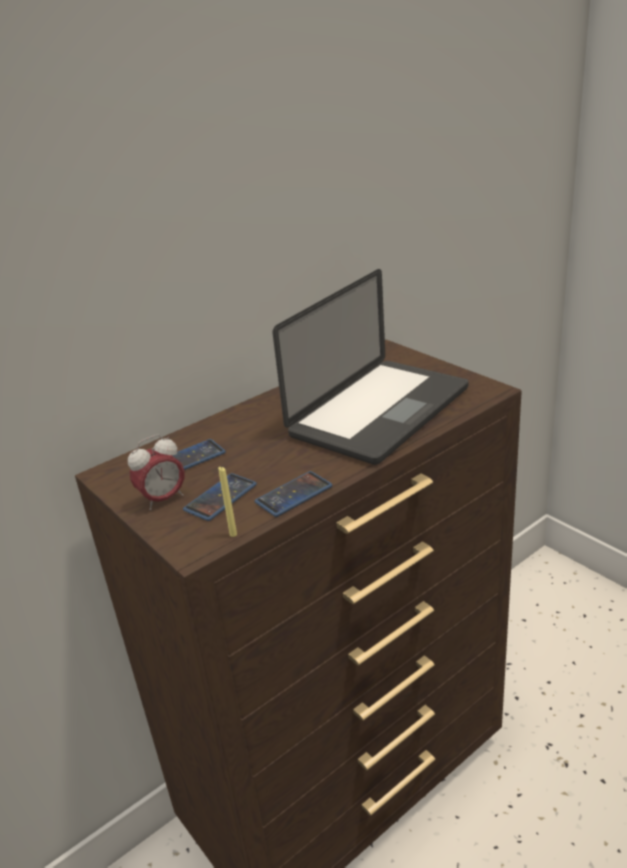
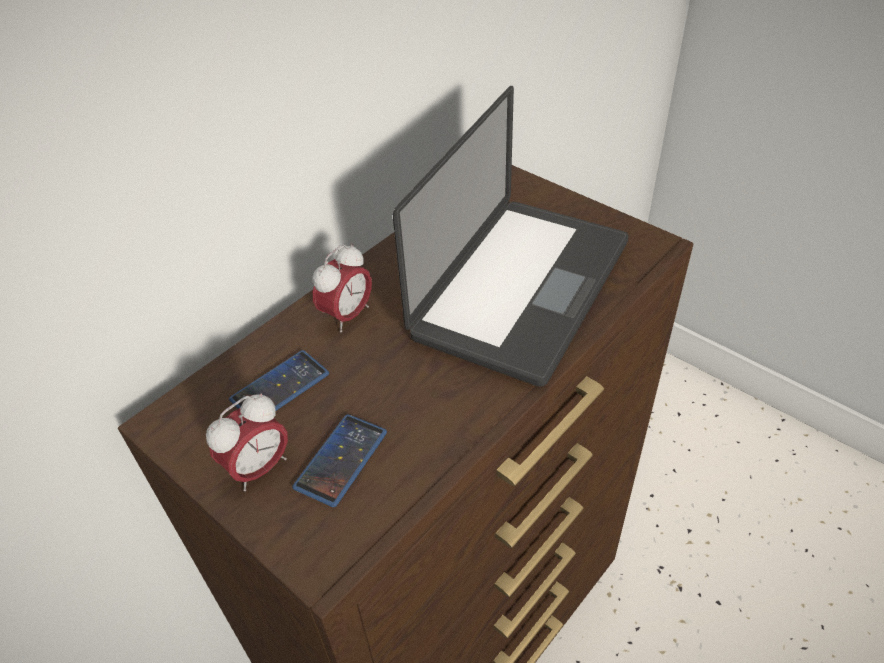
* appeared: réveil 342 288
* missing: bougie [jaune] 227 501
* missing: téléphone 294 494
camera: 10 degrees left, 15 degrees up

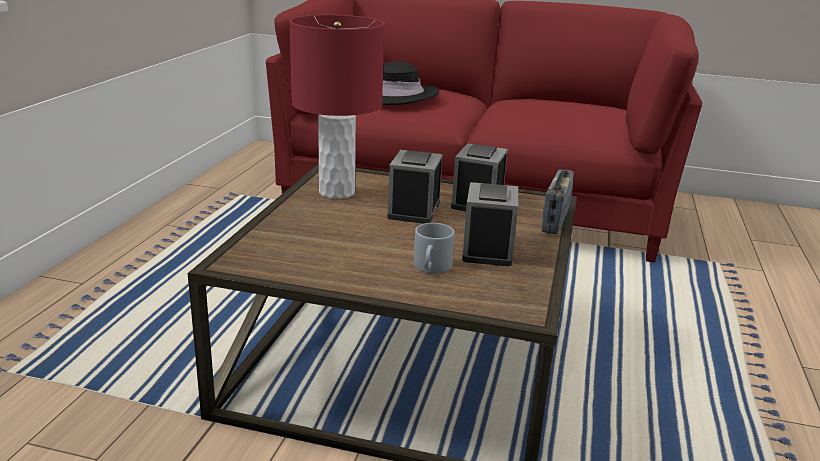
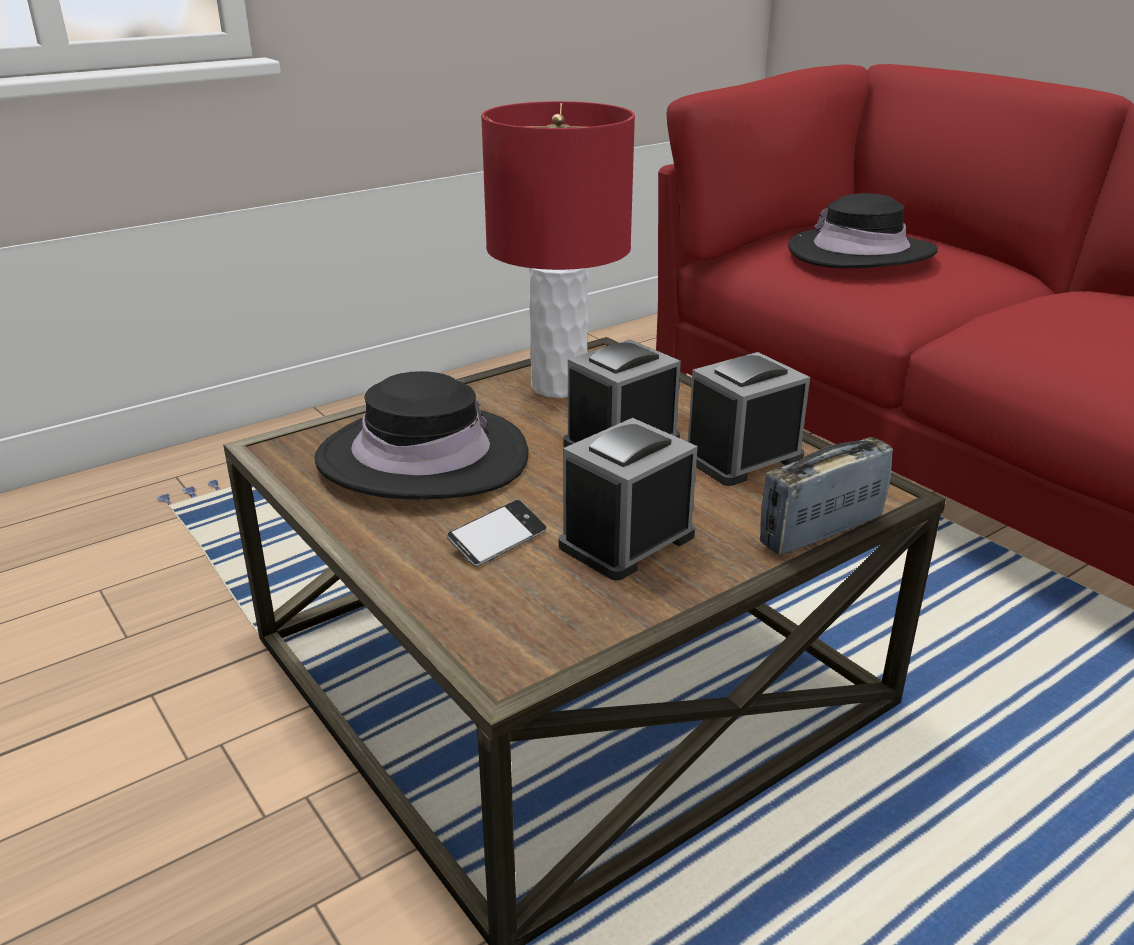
* appeared: chapeau [noir] 422 435
* exchanged: mug [gris] 434 248 to téléphone 497 533
camera: 40 degrees right, 5 degrees up

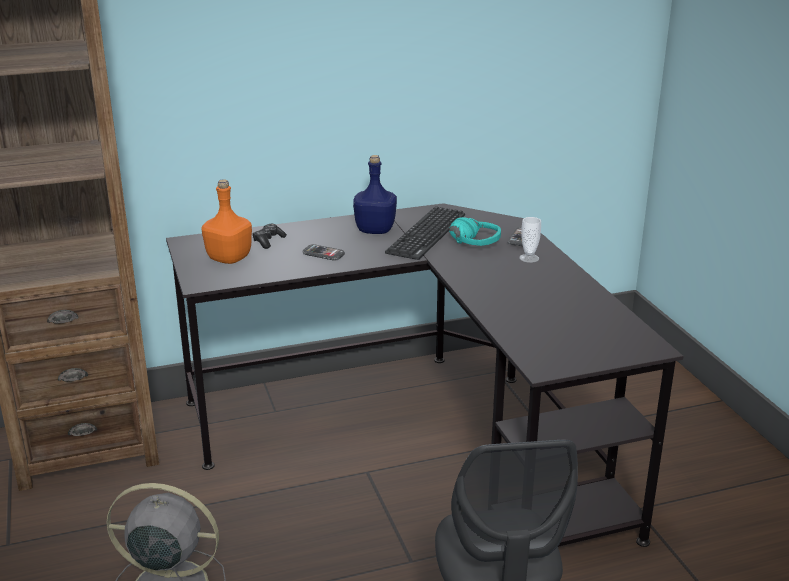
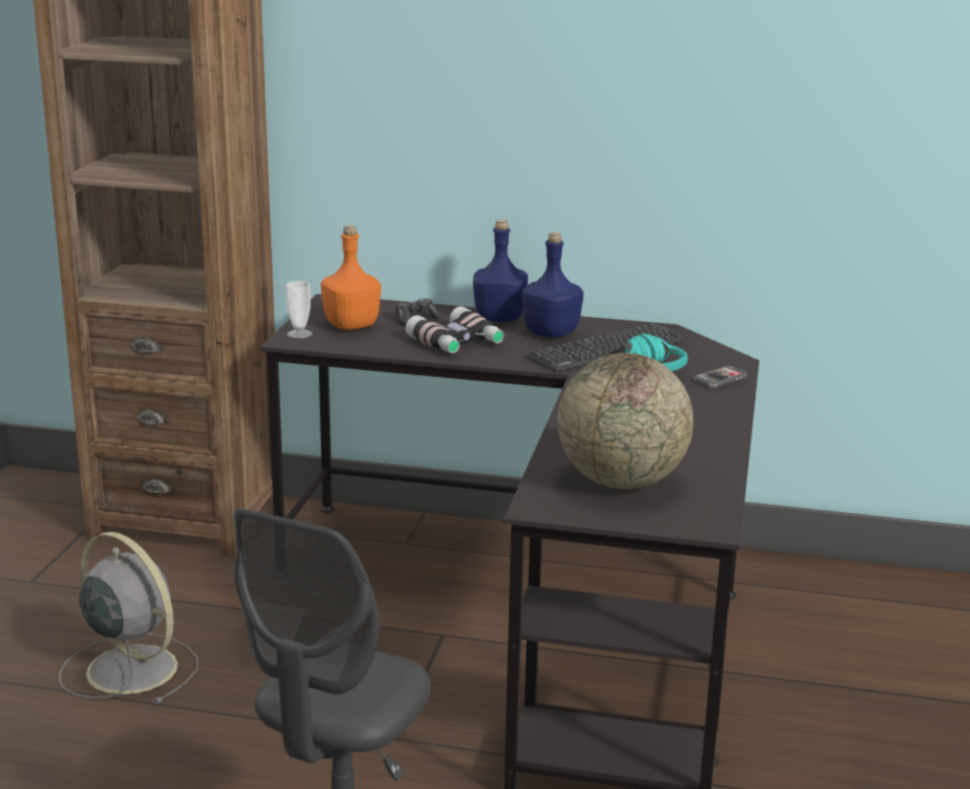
* relocated: tasse 530 240 to 299 309
* exchanged: téléphone 323 252 to jumelles 454 329
* appeared: bouteille [bleu] 500 271
* appeared: globe 626 421
camera: 30 degrees right, 5 degrees down

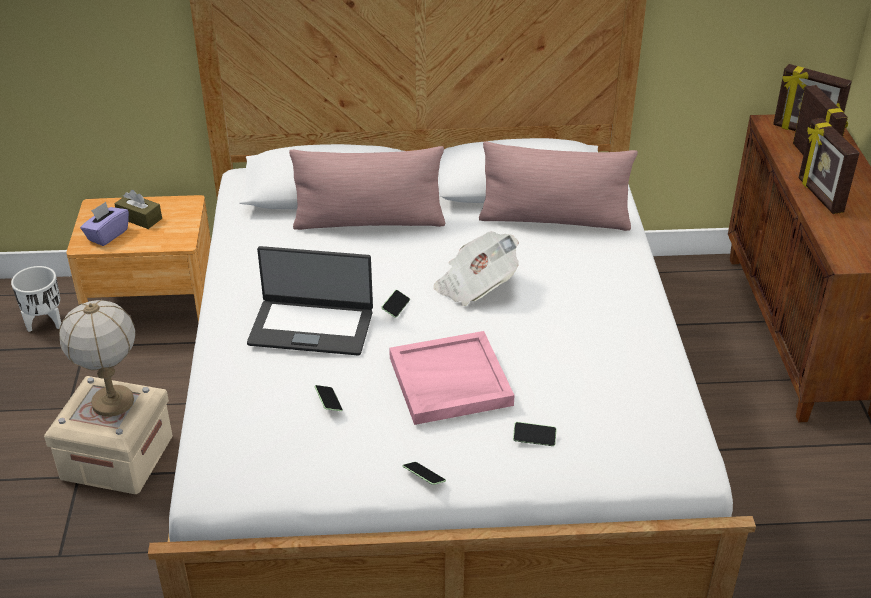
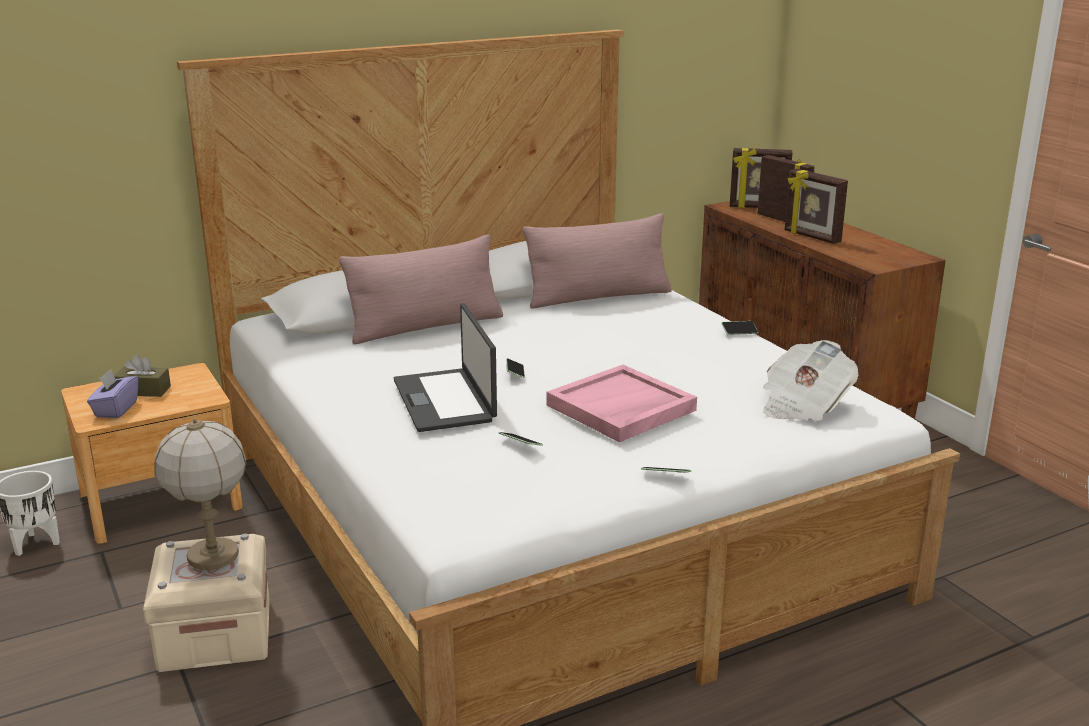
* spun: ordinateur portable 310 301 = 445 367 90 degrees clockwise
* relocated: téléphone 535 434 to 739 328
* relocated: journal 476 268 to 810 380
camera: 25 degrees left, 15 degrees down

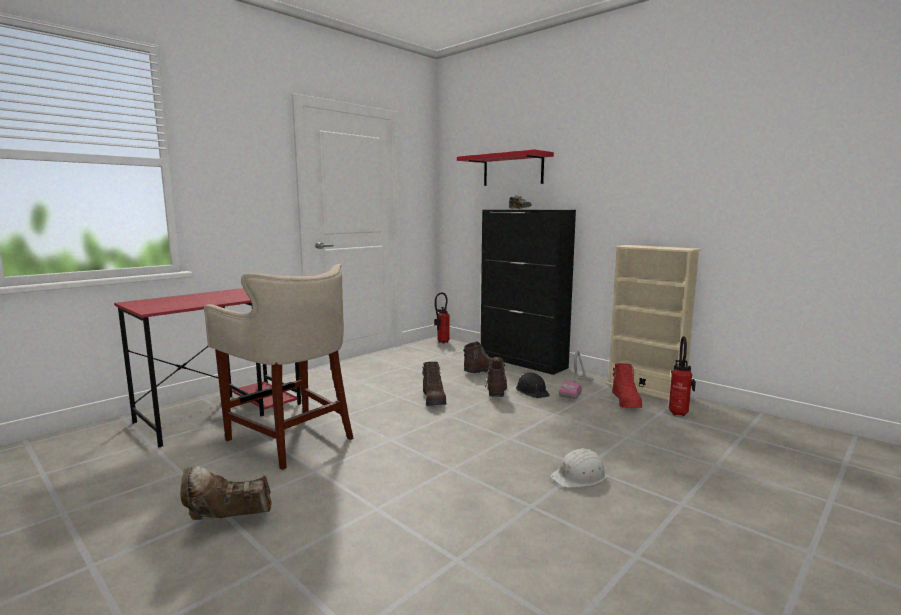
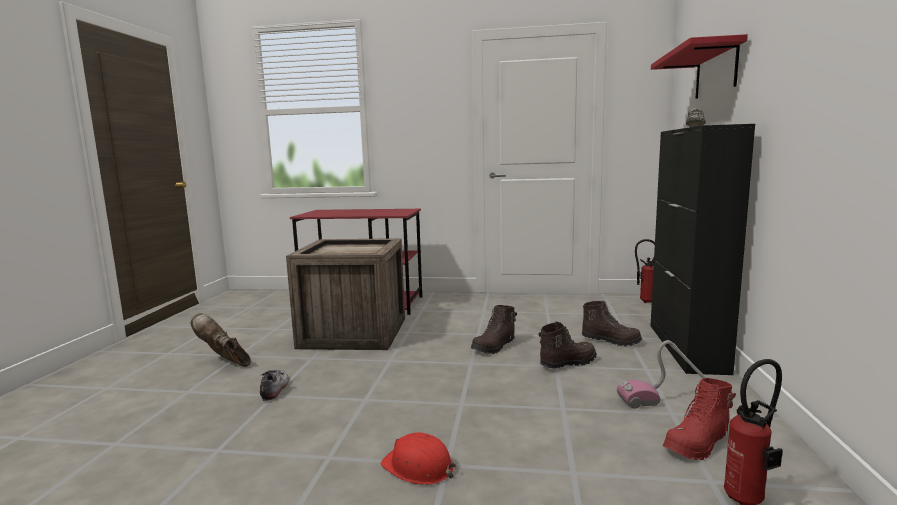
* appeared: chaussure 274 385
* exchanged: tabouret [beige] 279 367 to caisse 345 294
* colour: casque de chantier [blanc] 578 468 to casque de chantier [rouge] 419 458
* missing: casque de chantier [noir] 533 385
* missing: bibliothèque [beige] 653 322
camera: 55 degrees right, 0 degrees up

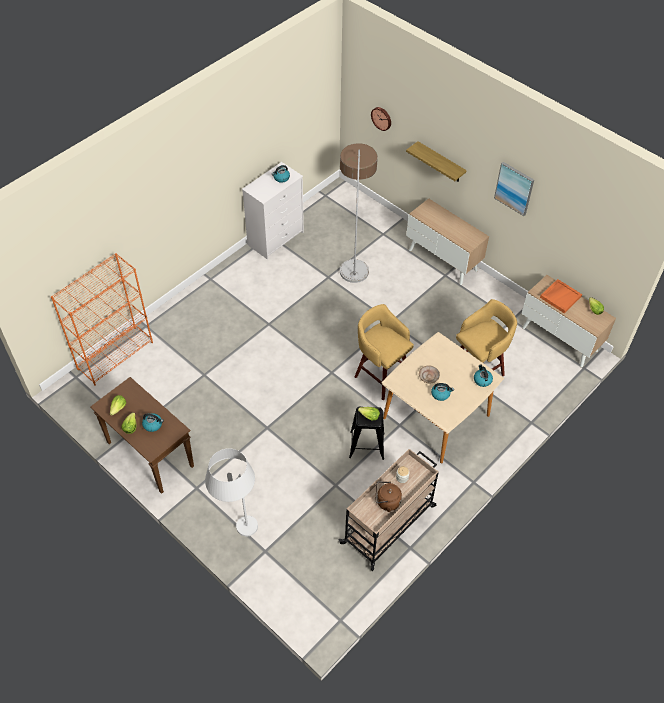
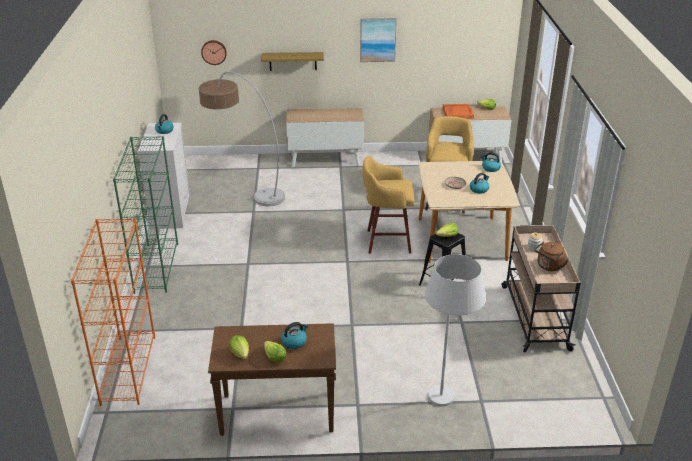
* appeared: bibliothèque [vert] 145 215
camera: 45 degrees left, 20 degrees down

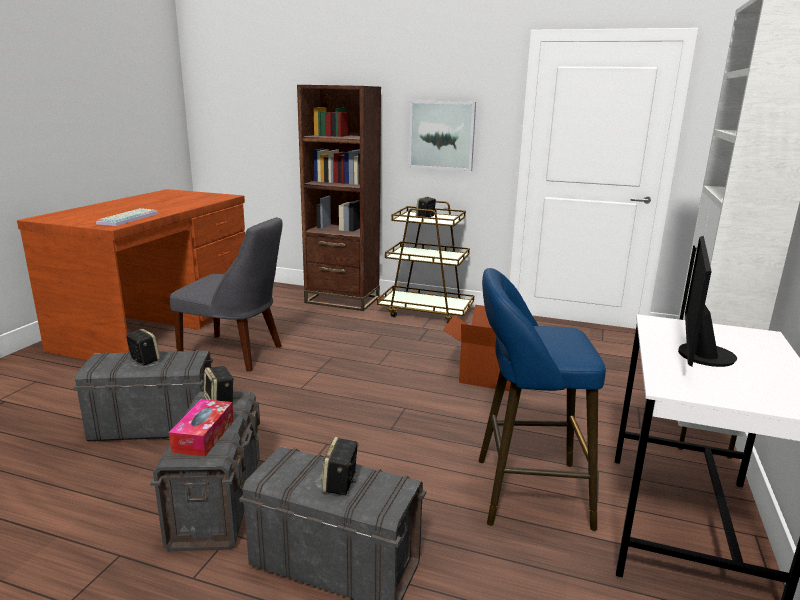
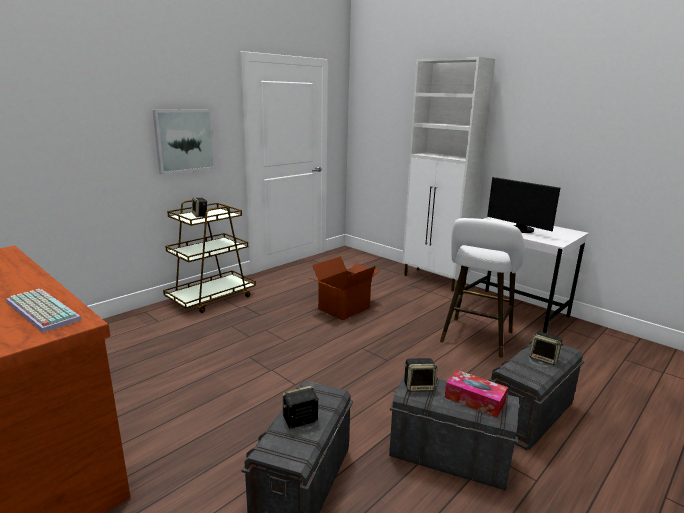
* colour: tabouret [bleu] 542 399 to tabouret [blanc] 482 288
* missing: chaise [gris] 226 294
* missing: bibliothèque [marron] 339 198
camera: 65 degrees left, 0 degrees up

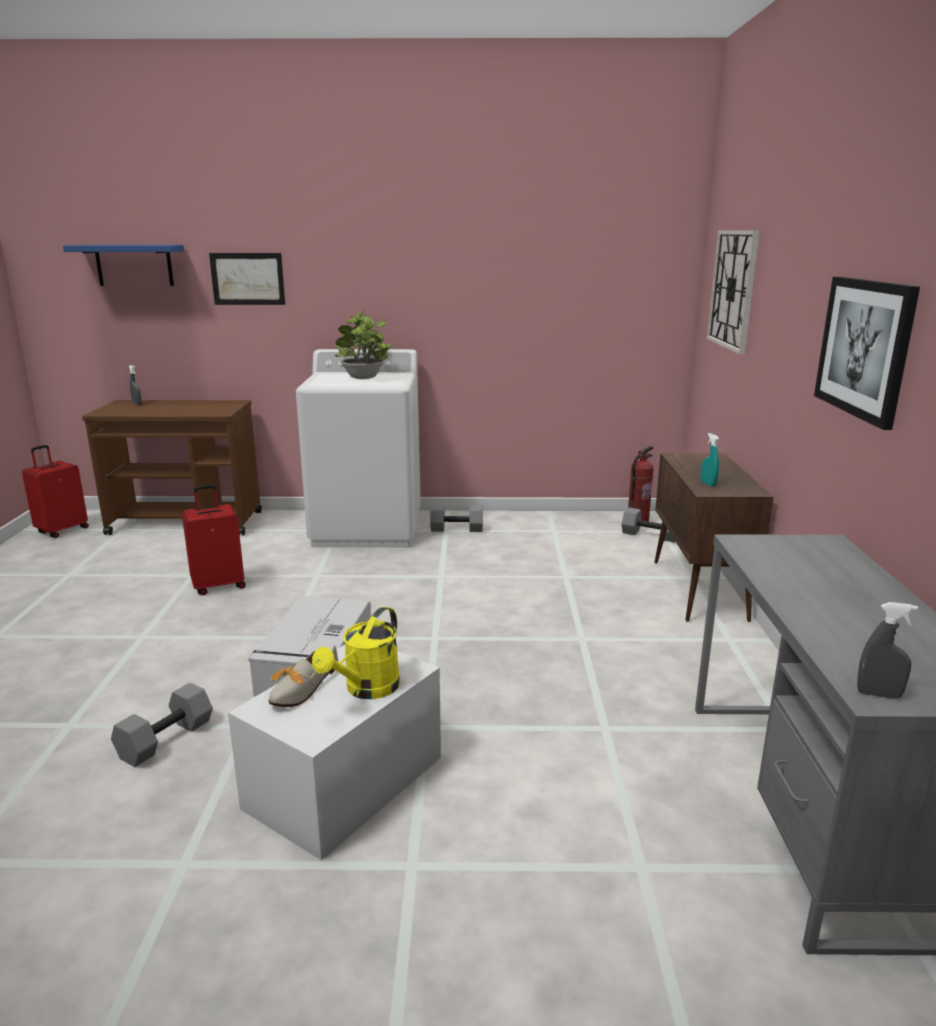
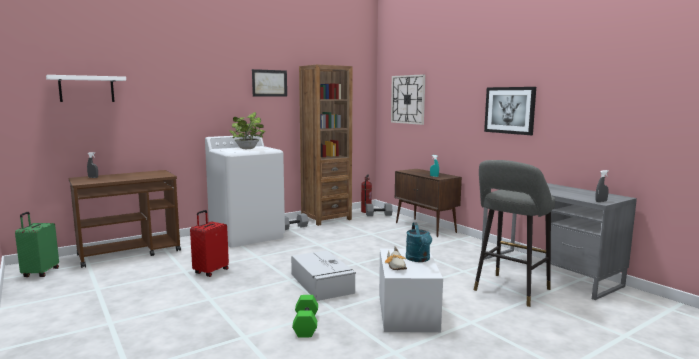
* colour: valise [rouge] 55 491 to valise [vert] 37 244
* colour: étagère [bleu] 123 265 to étagère [blanc] 86 88
* relocated: tableau 247 279 to 269 83
* colour: haltère [gris] 162 725 to haltère [vert] 305 316
* appeared: bibliothèque [marron] 326 145
* colour: arrosoir [jaune] 356 652 to arrosoir [turquoise] 419 242
* appeared: tabouret [gris] 514 233
camera: 35 degrees left, 10 degrees down

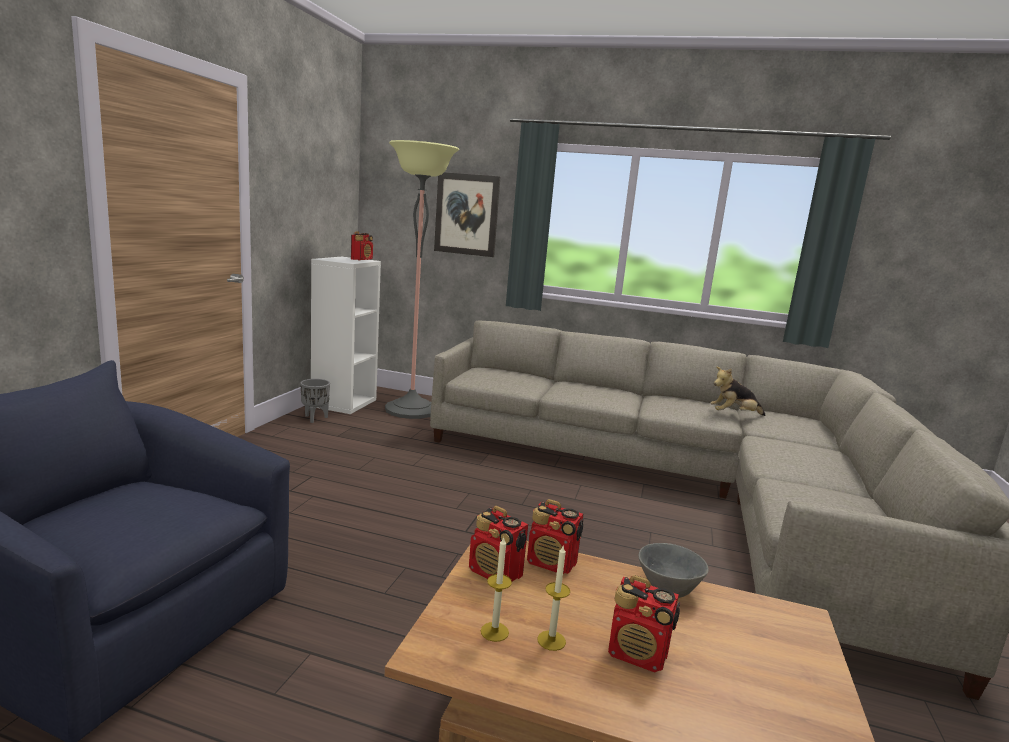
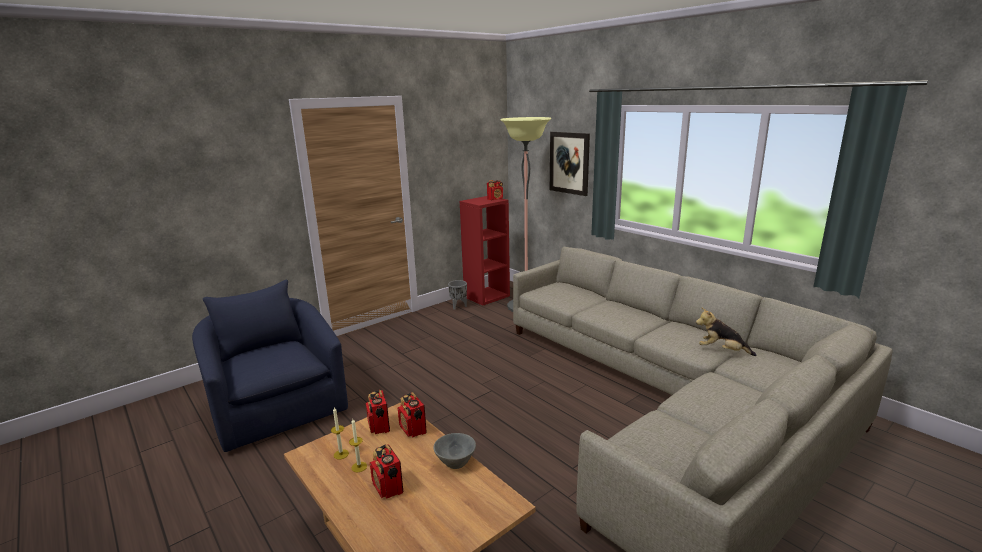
* colour: bibliothèque [blanc] 346 335 to bibliothèque [rouge] 485 251
camera: 35 degrees right, 5 degrees up

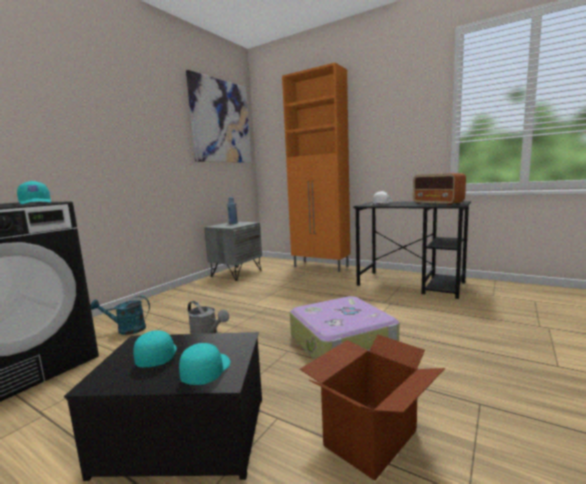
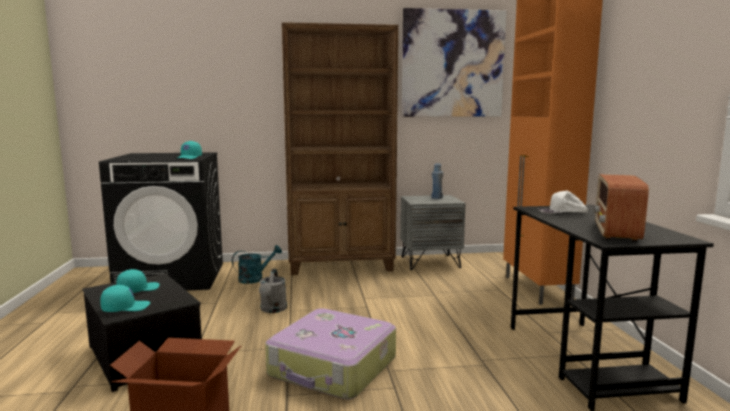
* spun: arrosoir [turquoise] 120 315 = 257 264 105 degrees clockwise
* appeared: bibliothèque [marron] 340 148
camera: 50 degrees right, 0 degrees up

